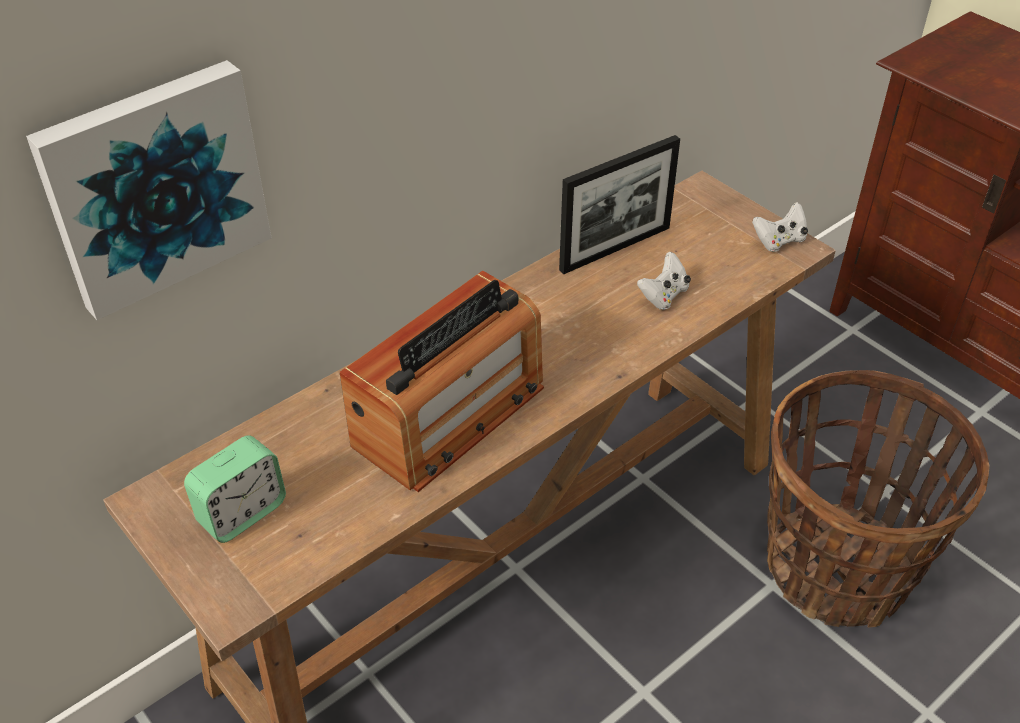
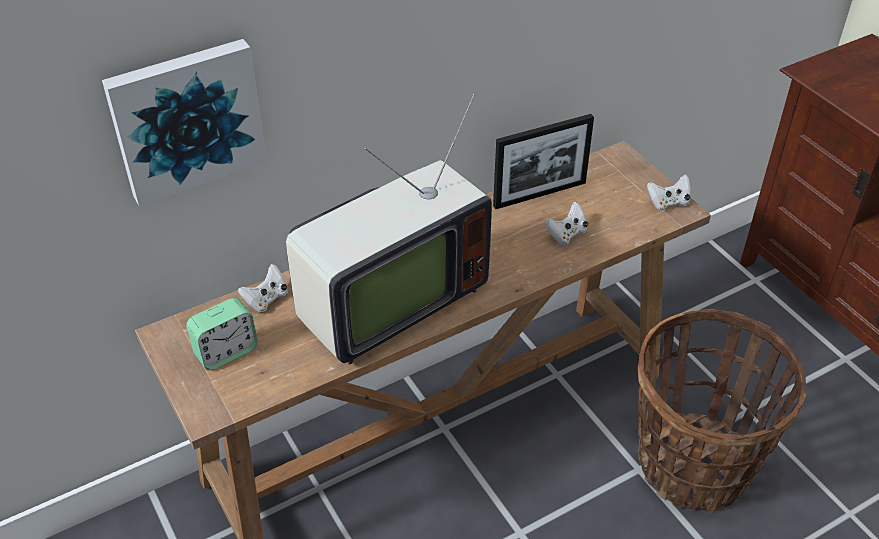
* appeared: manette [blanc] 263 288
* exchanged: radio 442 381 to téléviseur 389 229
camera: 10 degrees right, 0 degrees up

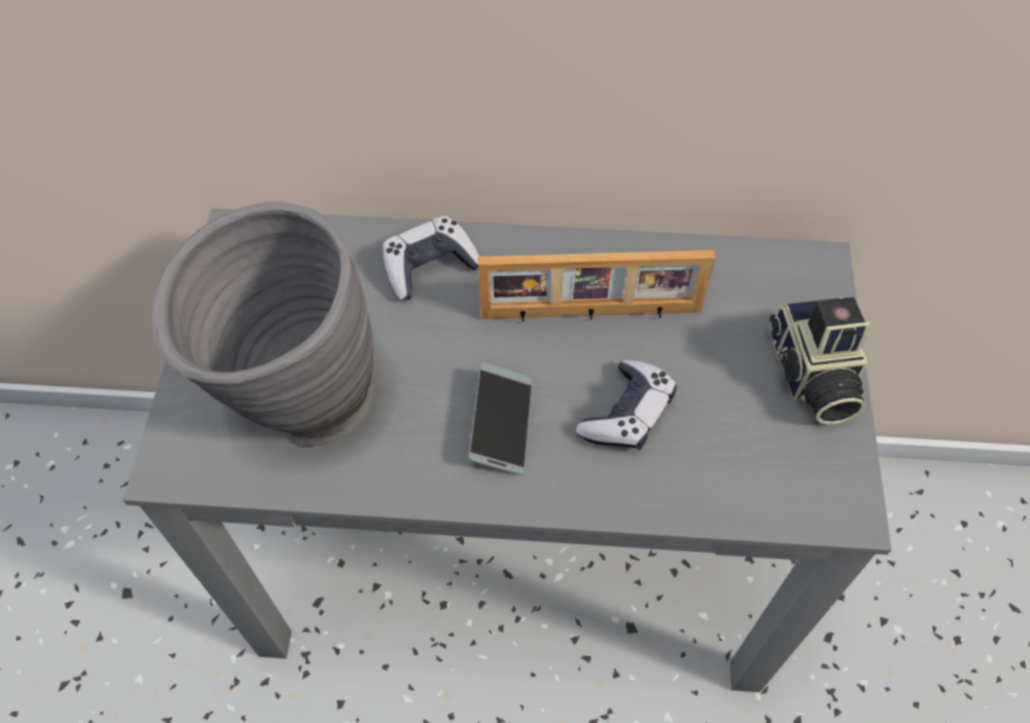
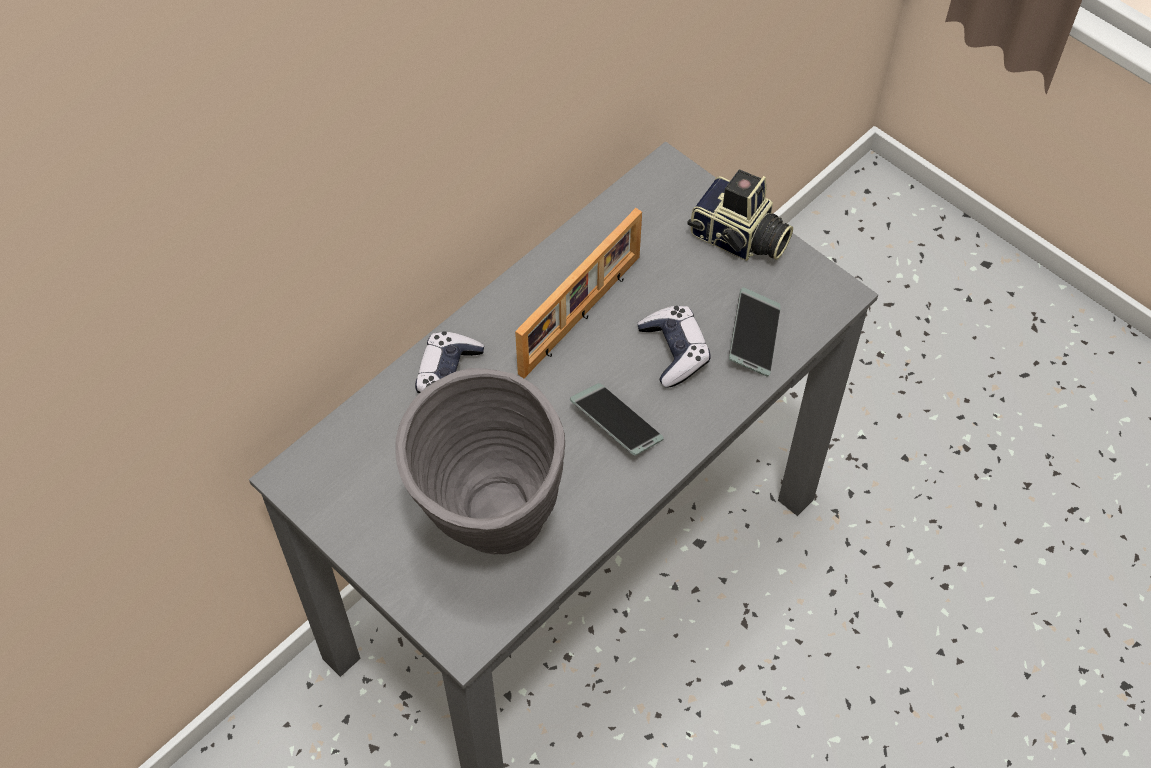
* appeared: téléphone 755 332
camera: 50 degrees left, 0 degrees up

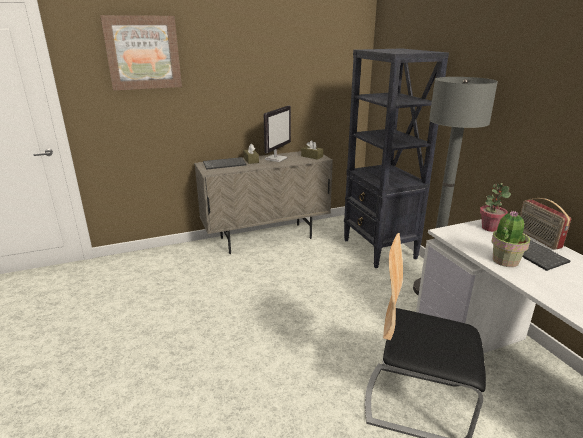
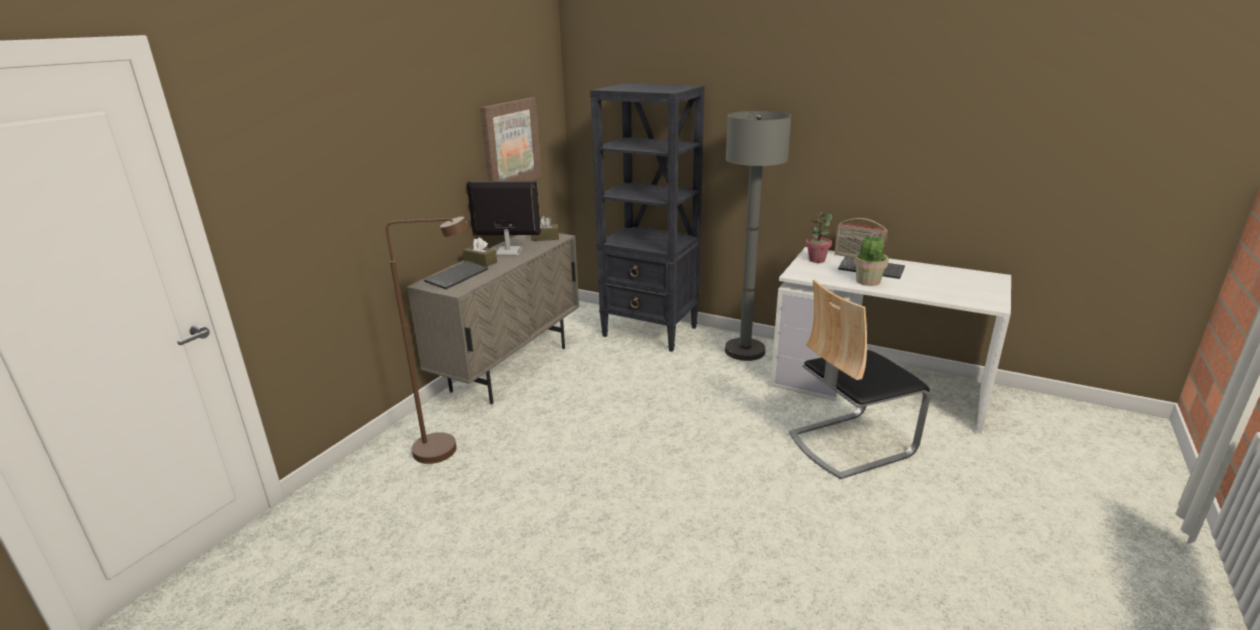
* appeared: lampadaire [marron] 427 340
* spun: écran d'ordinateur 277 133 = 504 218 75 degrees counterclockwise
* relocated: tableau 141 53 to 511 139
camera: 40 degrees left, 0 degrees up

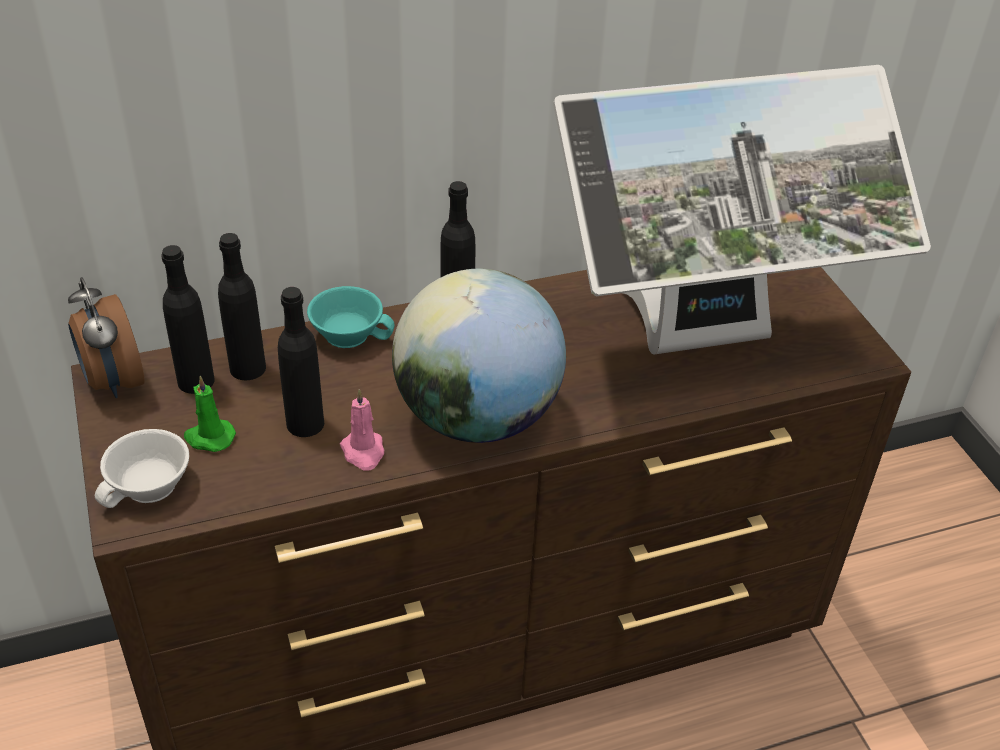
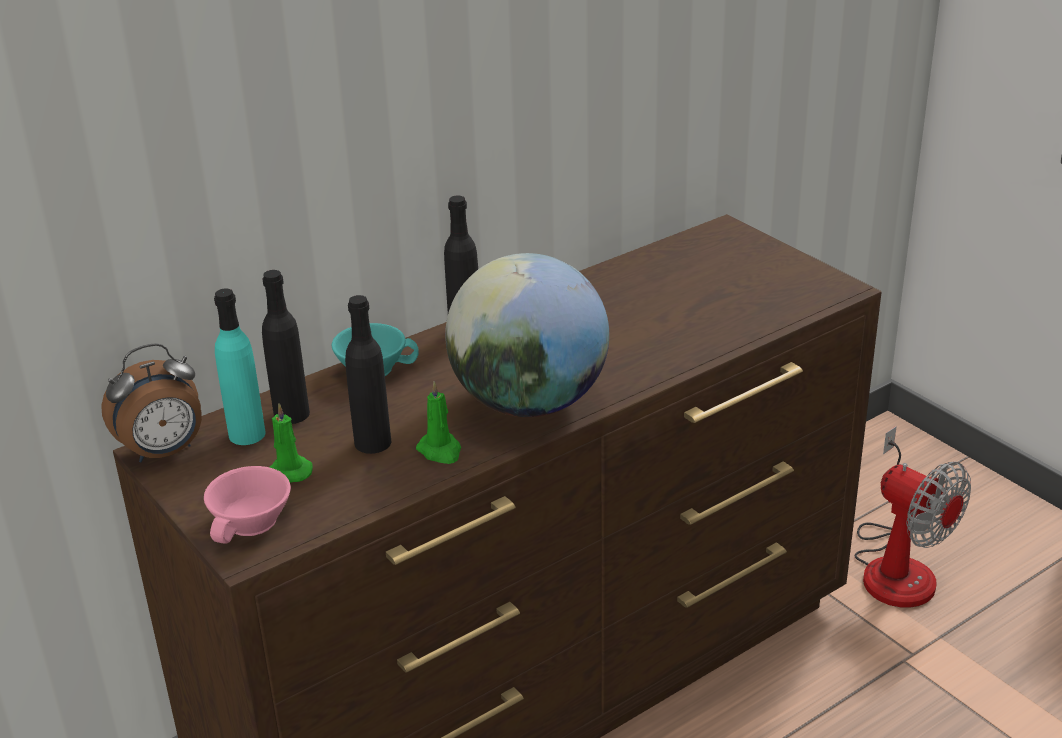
* spun: réveil 106 337 = 151 403 75 degrees counterclockwise
* colour: tasse [blanc] 142 468 to tasse [rose] 247 505
* colour: bouteille [noir] 188 319 to bouteille [turquoise] 239 366
* colour: bougie [rose] 362 430 to bougie [vert] 438 422
* appeared: ventilateur 913 517
* missing: écran d'ordinateur 742 209
camera: 15 degrees left, 10 degrees down

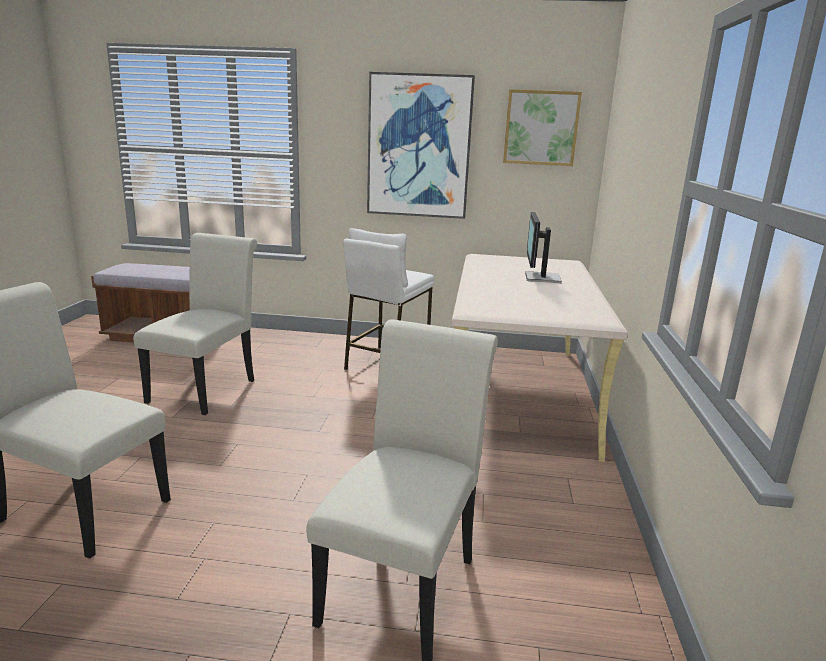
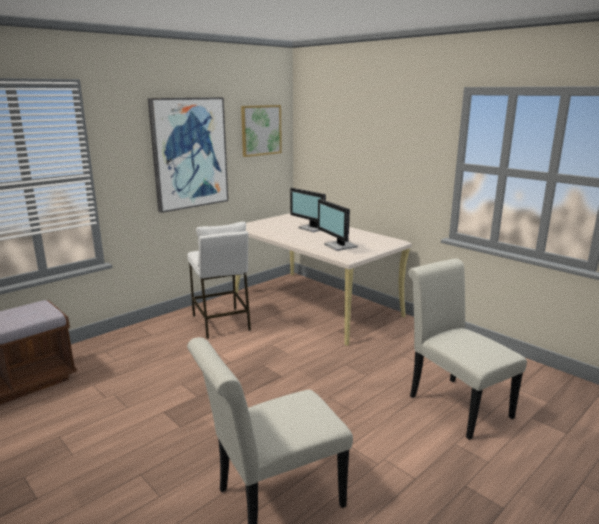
* appeared: écran d'ordinateur 338 225
* missing: chaise [blanc] 195 324
camera: 50 degrees left, 0 degrees up

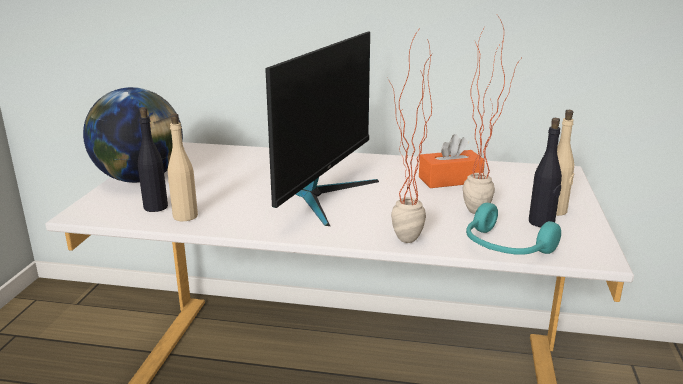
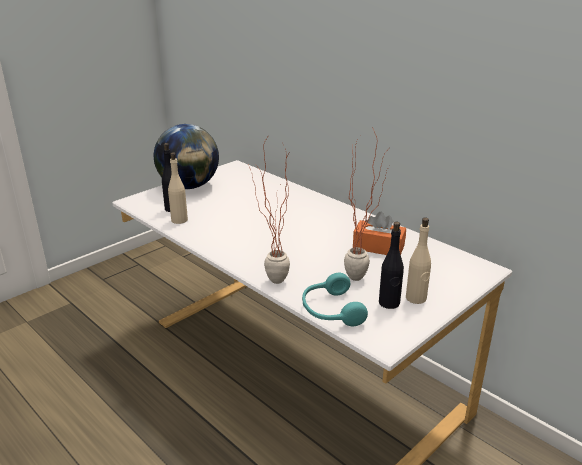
* missing: écran d'ordinateur 322 129
camera: 35 degrees right, 5 degrees up

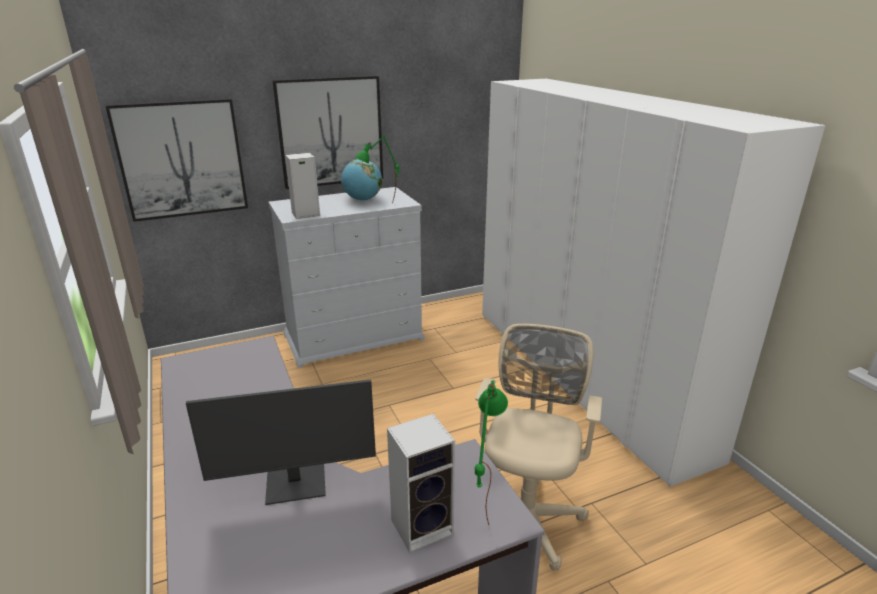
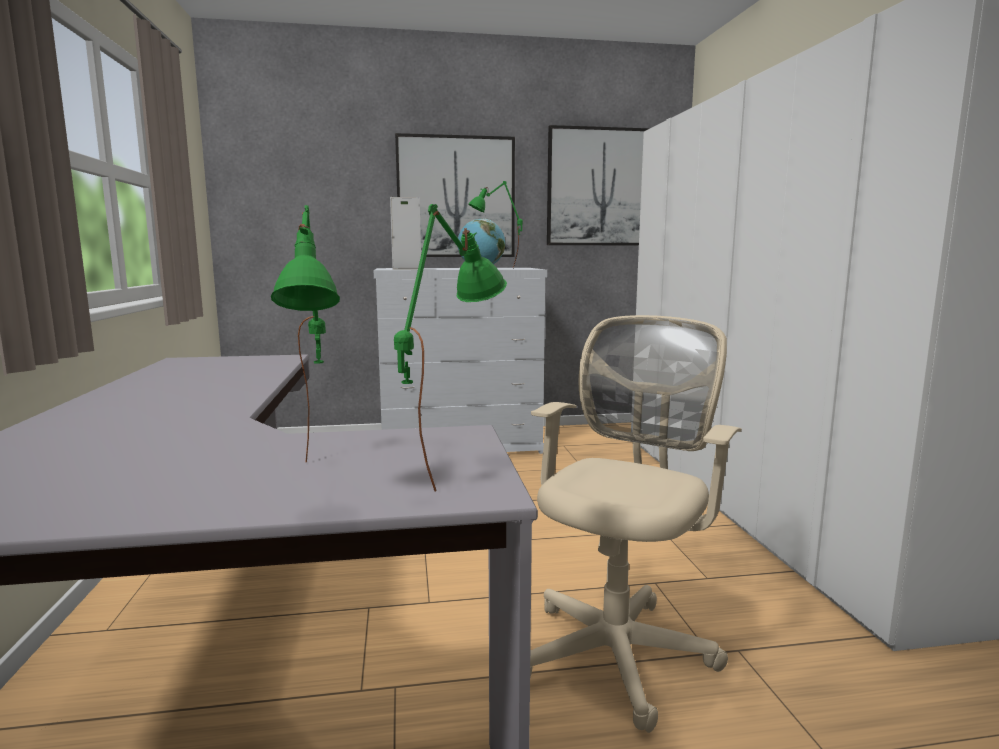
* exchanged: enceinte 421 483 to lampe de table [vert] 305 334
* relocated: tableau 176 160 to 598 185
* missing: écran d'ordinateur 281 442
camera: 15 degrees right, 15 degrees down

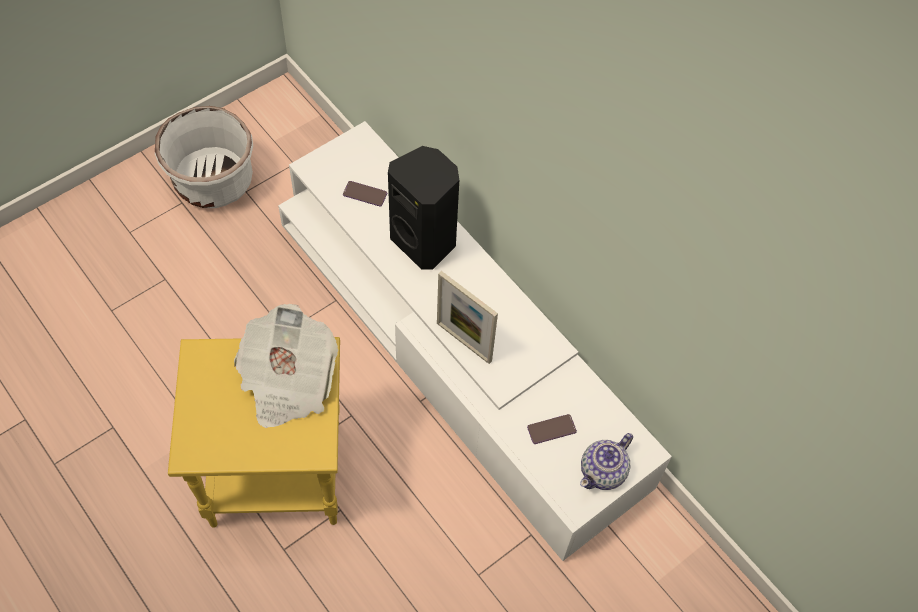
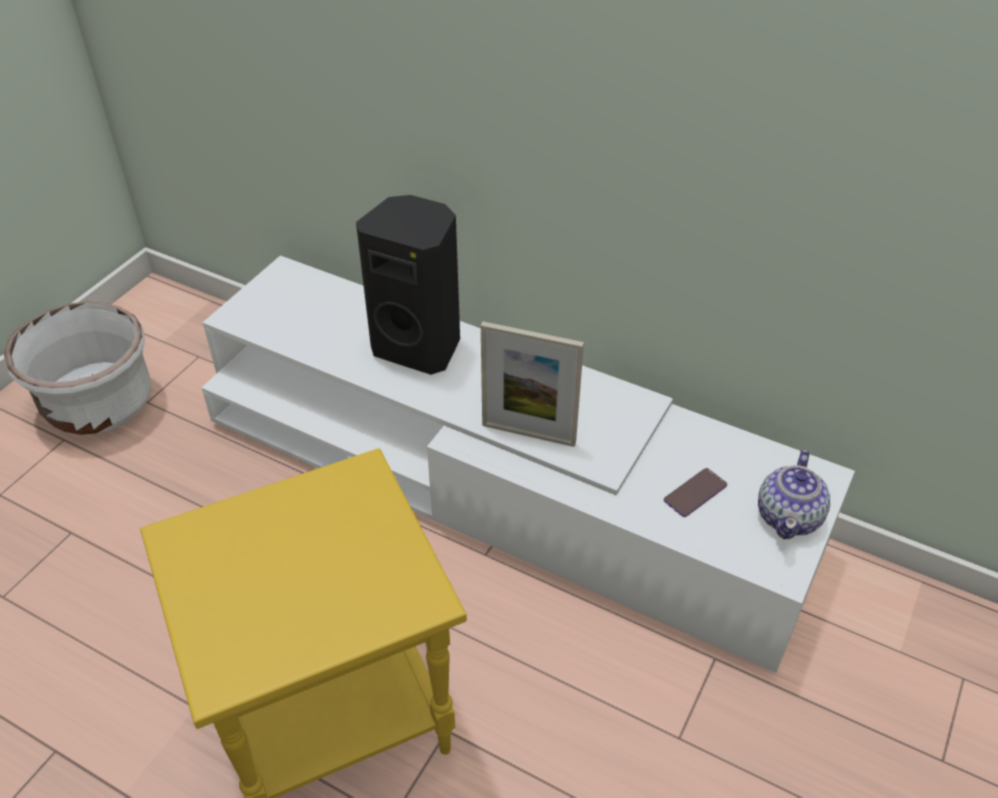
* missing: journal 286 366
* missing: téléphone 365 194
camera: 20 degrees left, 15 degrees down

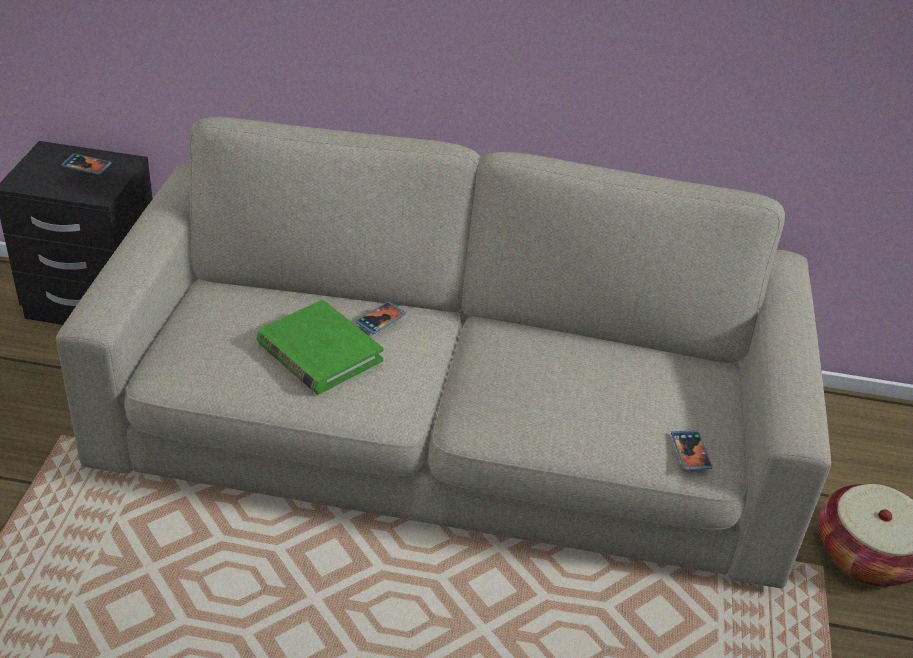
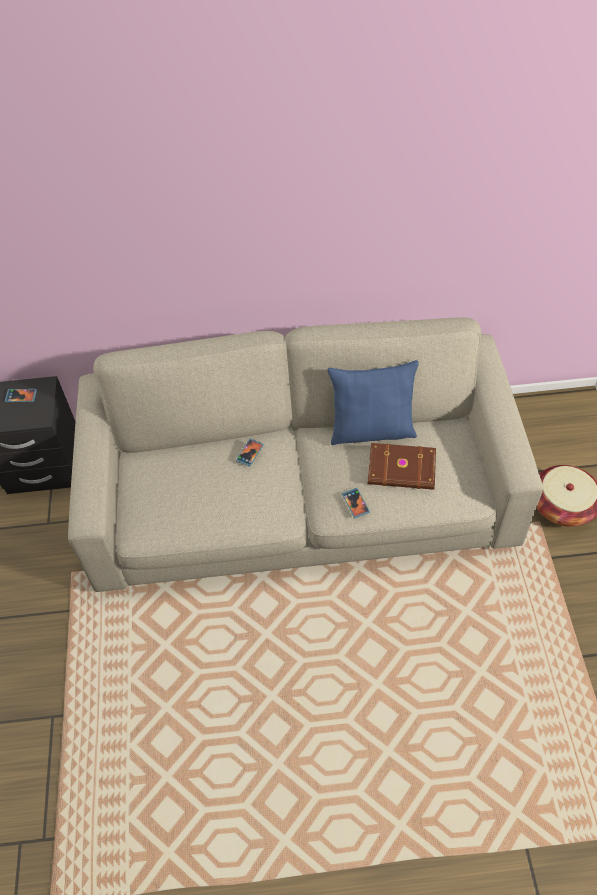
* appeared: coussin [bleu] 373 402
* relocated: téléphone 691 450 to 356 503
* appeared: livre [marron] 402 466
* missing: livre [vert] 320 347
camera: 10 degrees left, 15 degrees up

